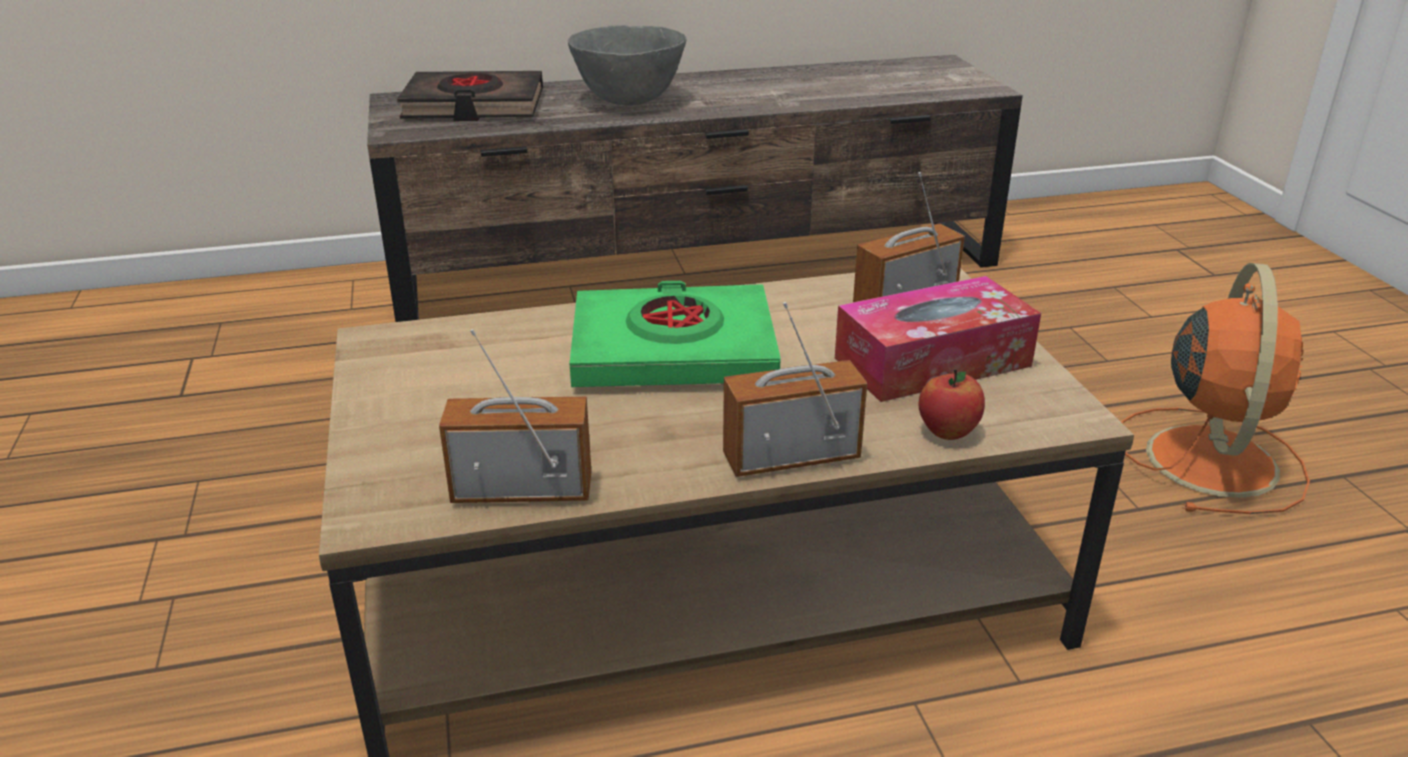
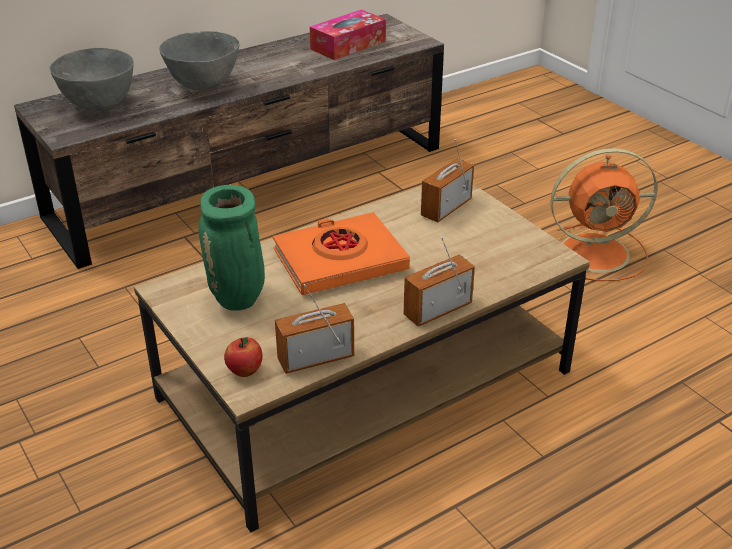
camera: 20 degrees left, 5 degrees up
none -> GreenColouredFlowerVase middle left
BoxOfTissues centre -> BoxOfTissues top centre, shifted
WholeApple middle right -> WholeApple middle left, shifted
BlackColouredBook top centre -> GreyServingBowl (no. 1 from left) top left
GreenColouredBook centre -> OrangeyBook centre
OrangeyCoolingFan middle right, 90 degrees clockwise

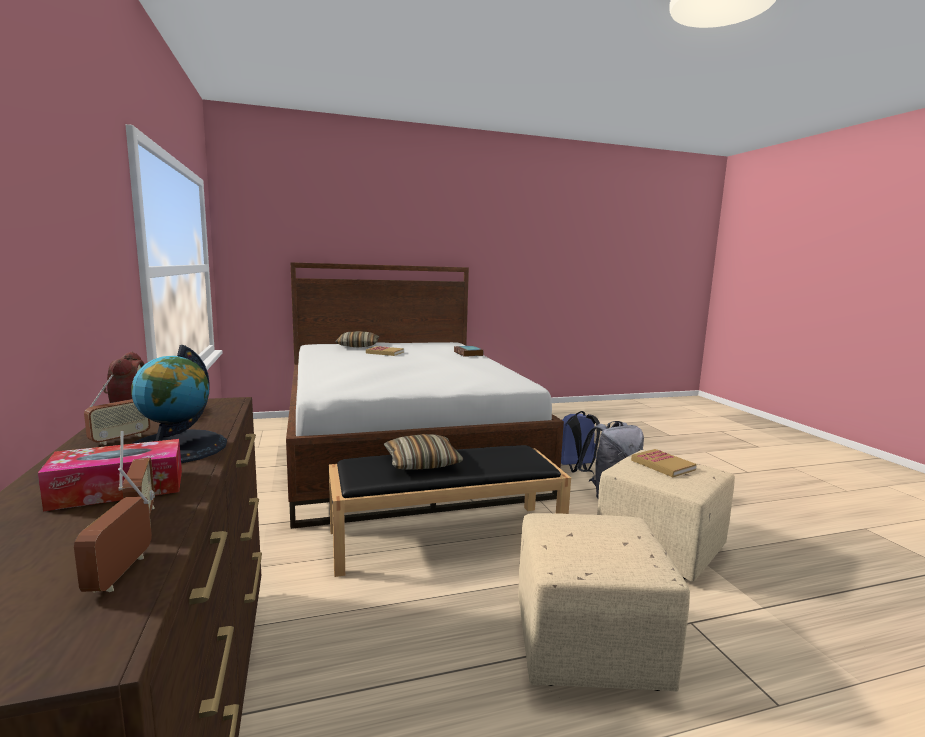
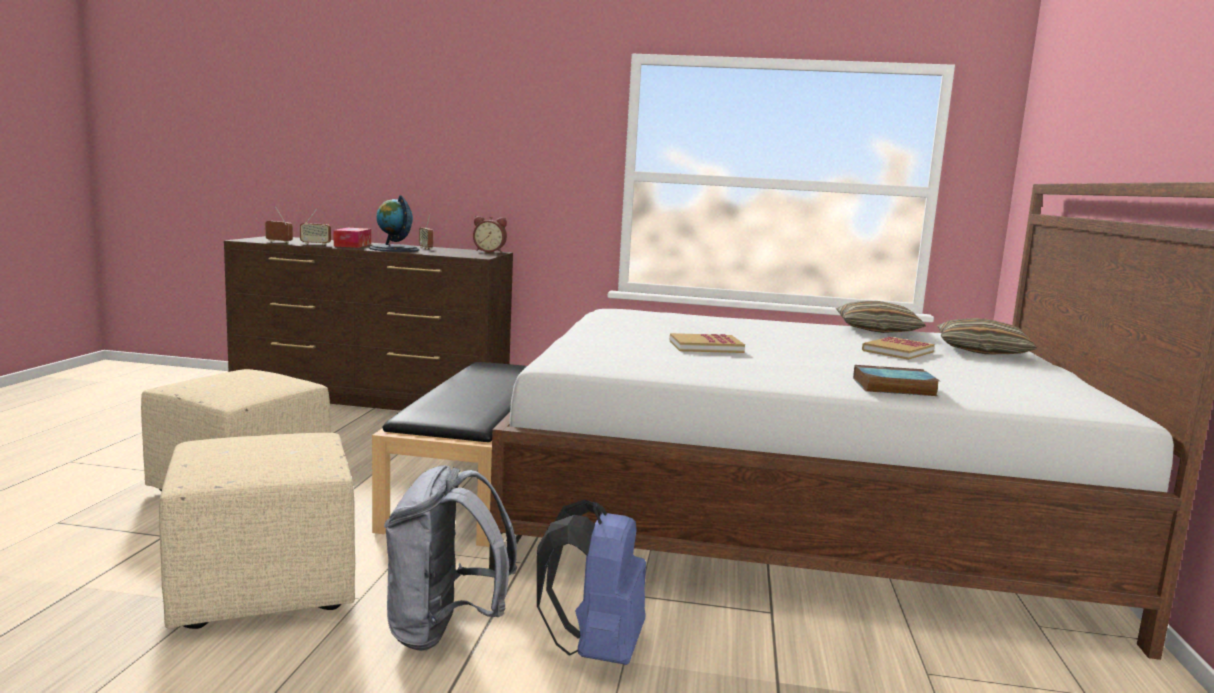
camera: 115 degrees right, 0 degrees up
ThrowPillow (no. 2 from left in the first image) centre -> ThrowPillow (no. 1 from left) middle right, shifted
Book (no. 3 from left in the first image) middle right -> Book (no. 1 from left) centre, shifted

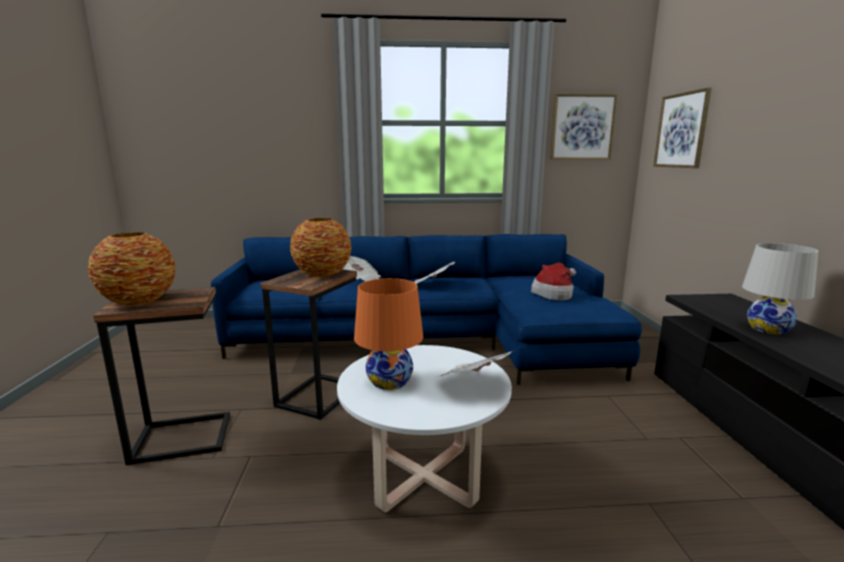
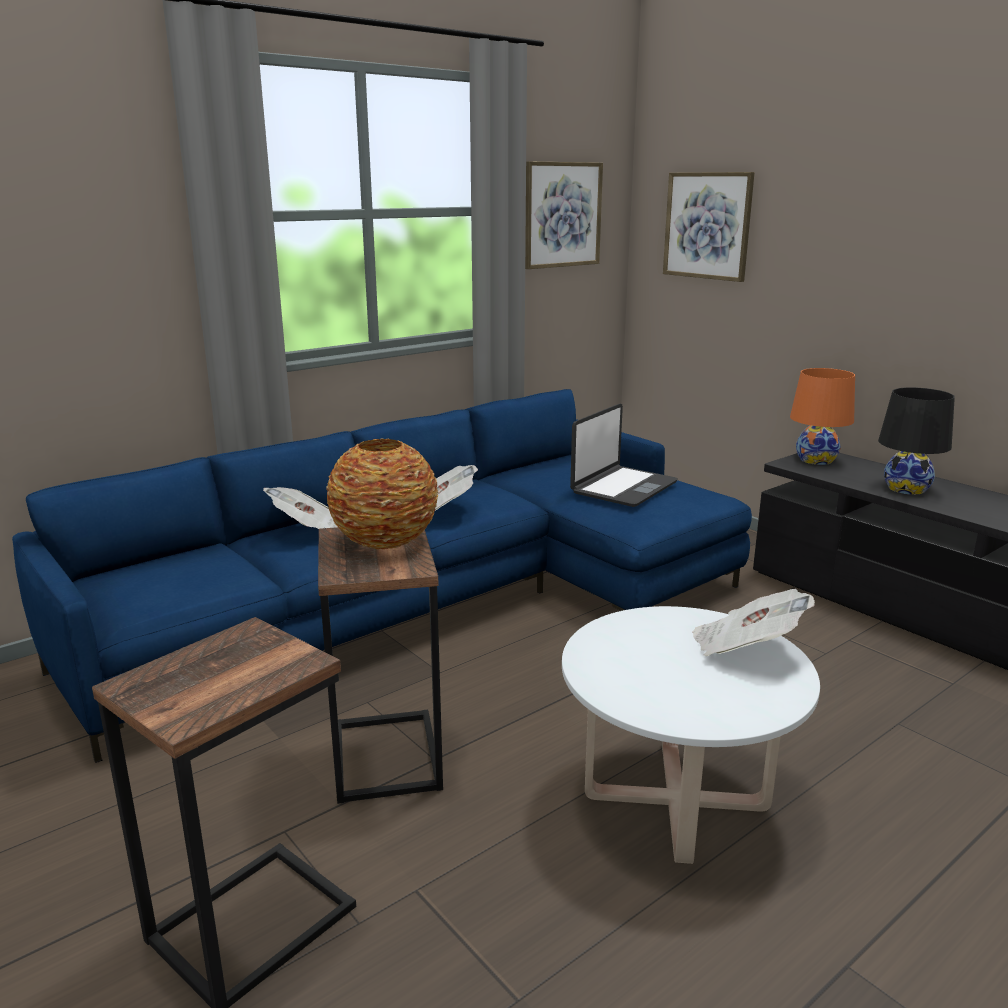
camera: 35 degrees left, 5 degrees up
FlowerVase (no. 1 from left) middle left -> none
OrangeyTabletopLamp centre -> OrangeyTabletopLamp middle right, shifted
WearableHat centre -> Laptop centre
WhitishTabletopLamp middle right -> BlackColouredTabletopLamp middle right

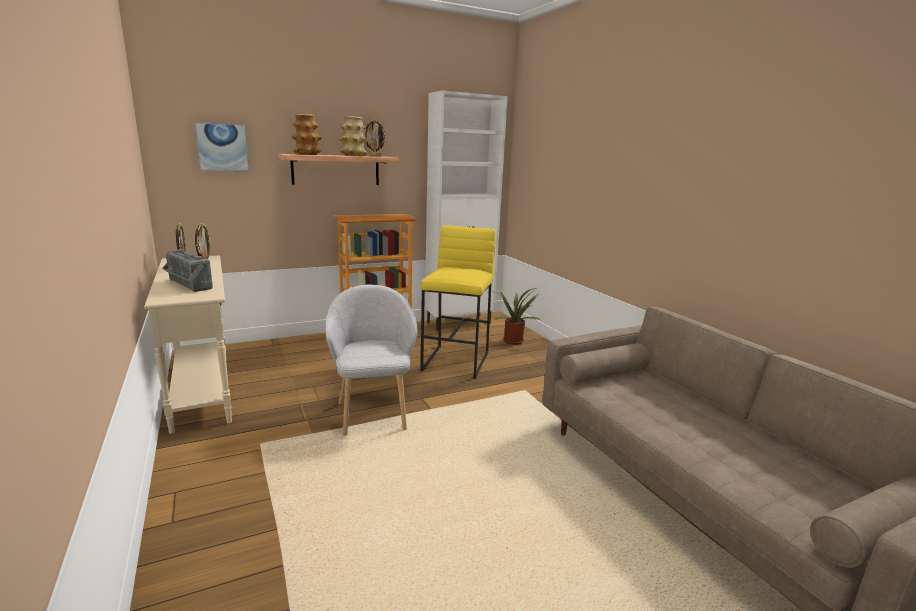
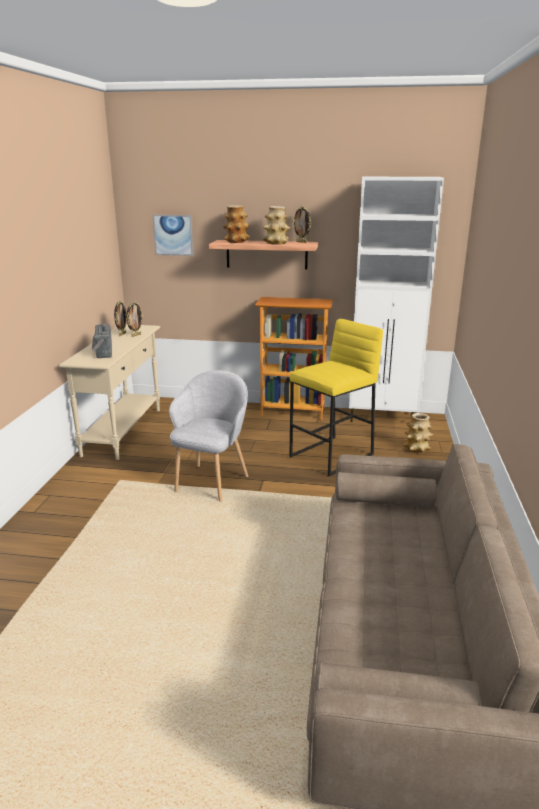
camera: 35 degrees right, 5 degrees up
PlantInAPot centre -> FlowerVase (no. 3 from left) middle right

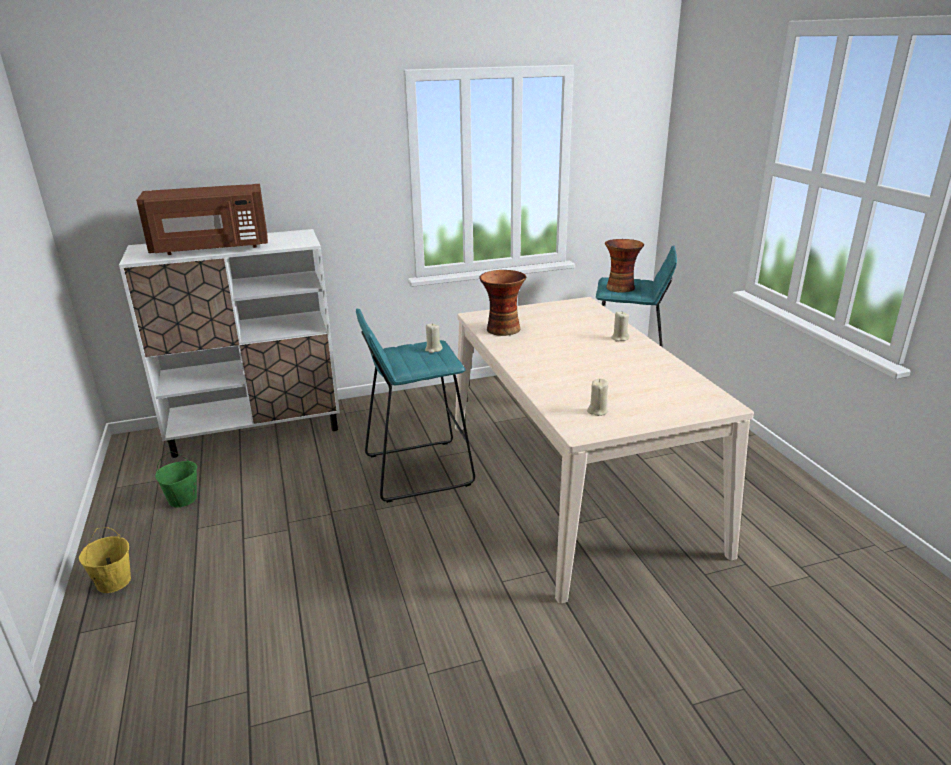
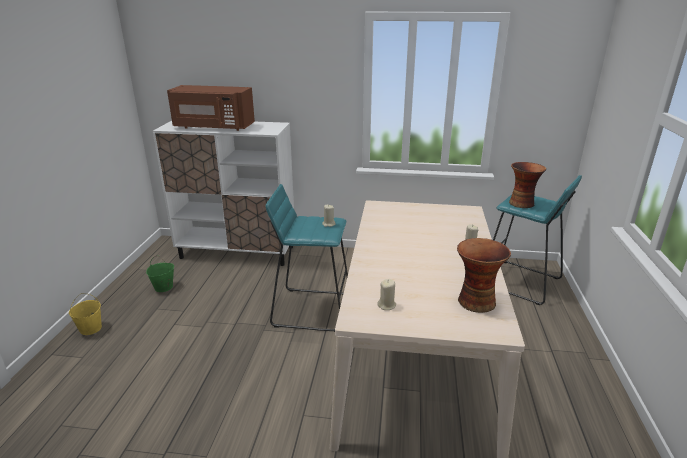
camera: 25 degrees right, 0 degrees up
FlowerVase (no. 1 from left) centre -> FlowerVase (no. 1 from left) middle right, shifted

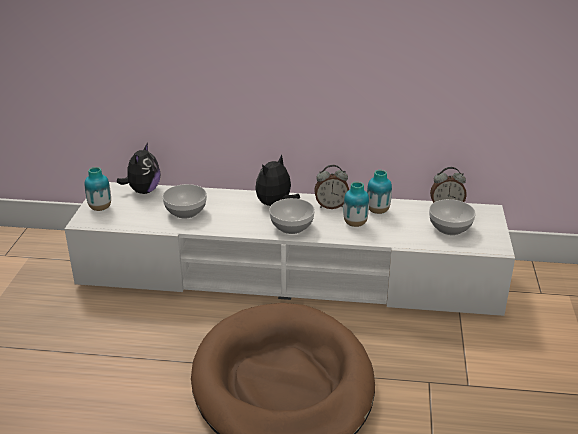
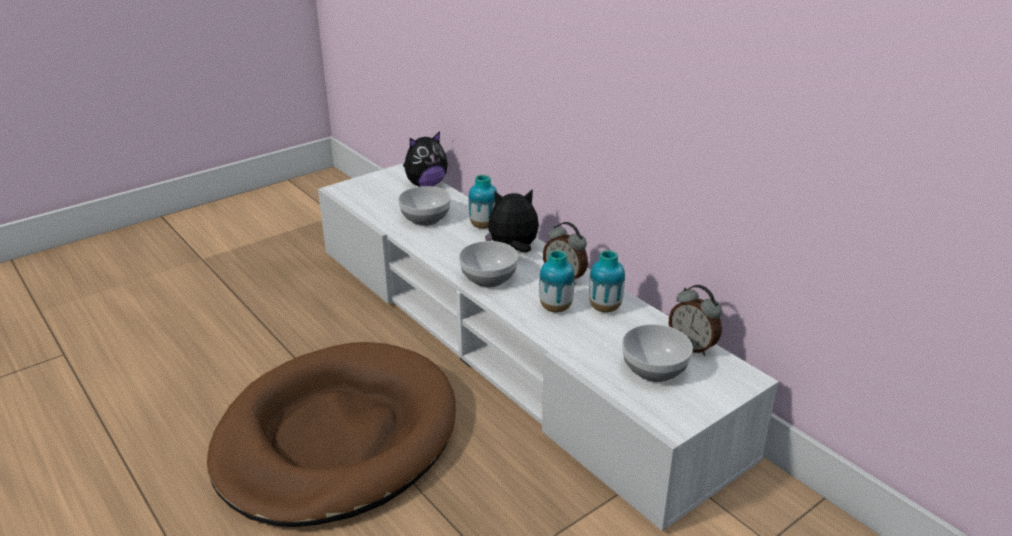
camera: 45 degrees right, 0 degrees up
FlowerVase (no. 1 from left) middle left -> FlowerVase (no. 1 from left) centre, shifted

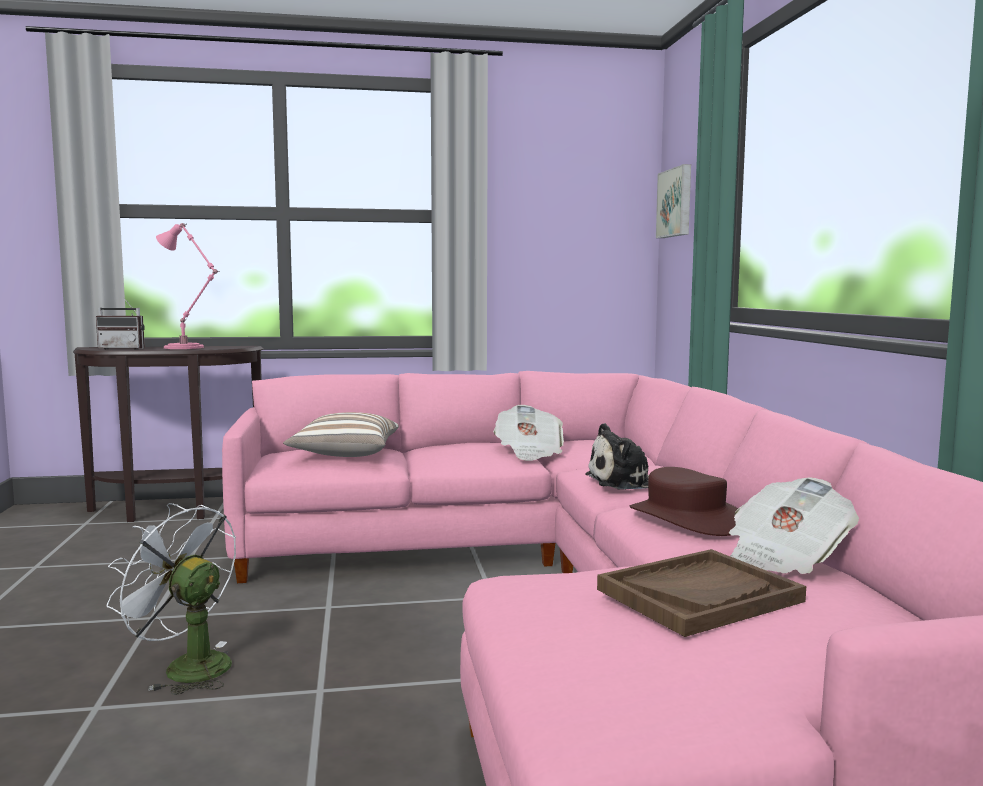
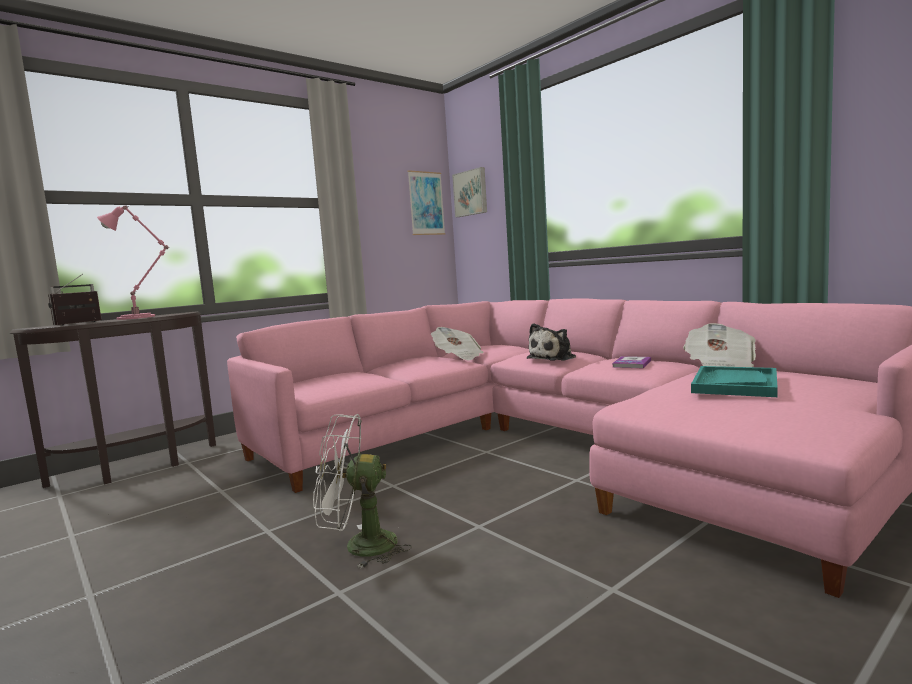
camera: 30 degrees left, 0 degrees up
ThrowPillow centre -> none
none -> WallPicture (no. 1 from left) top centre
BrownColouredWearableHat middle right -> Book middle right
BrownColouredServingTray bottom right -> TurquoiseColouredServingTray middle right
Radio middle left, 150 degrees clockwise

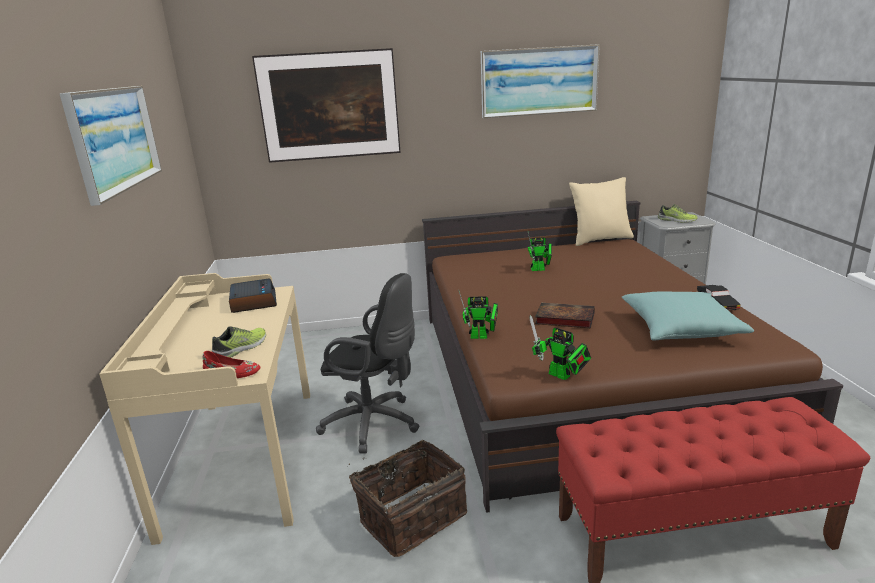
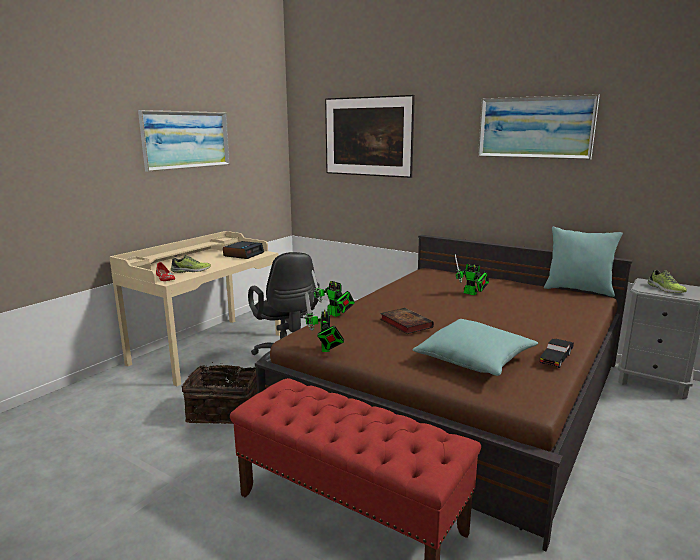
camera: 40 degrees right, 5 degrees down
SandColouredThrowPillow middle right -> TurquoiseColouredThrowPillow (no. 2 from left) middle right

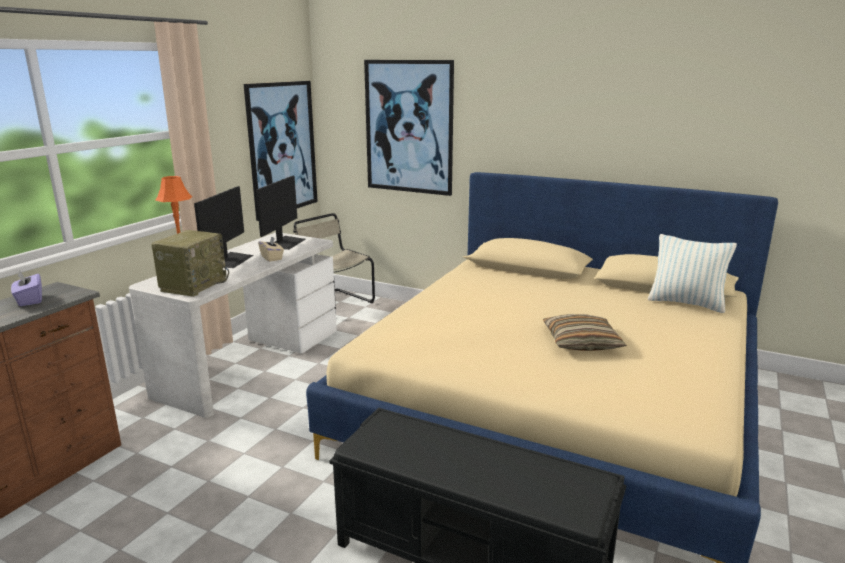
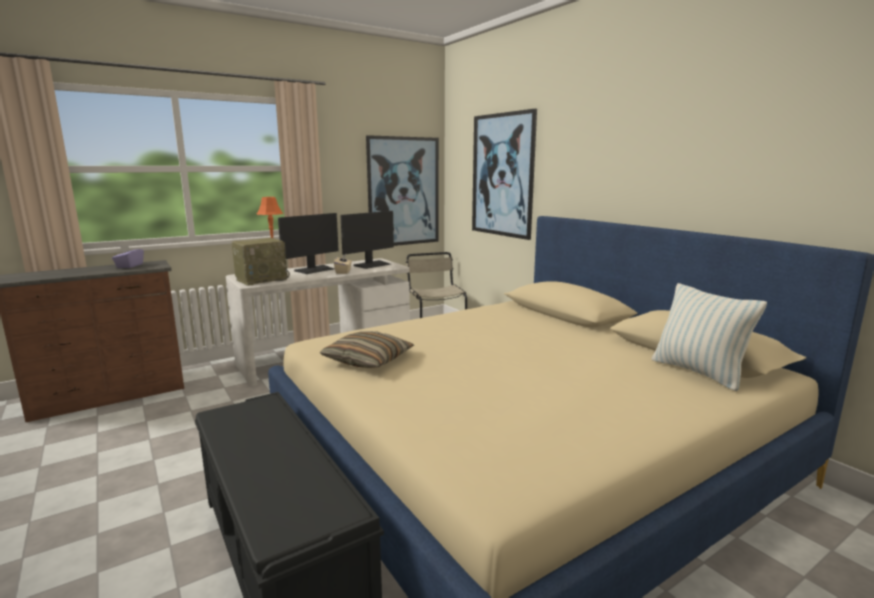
camera: 30 degrees right, 5 degrees down
ThrowPillow (no. 1 from left) middle right -> ThrowPillow (no. 1 from left) centre, shifted

